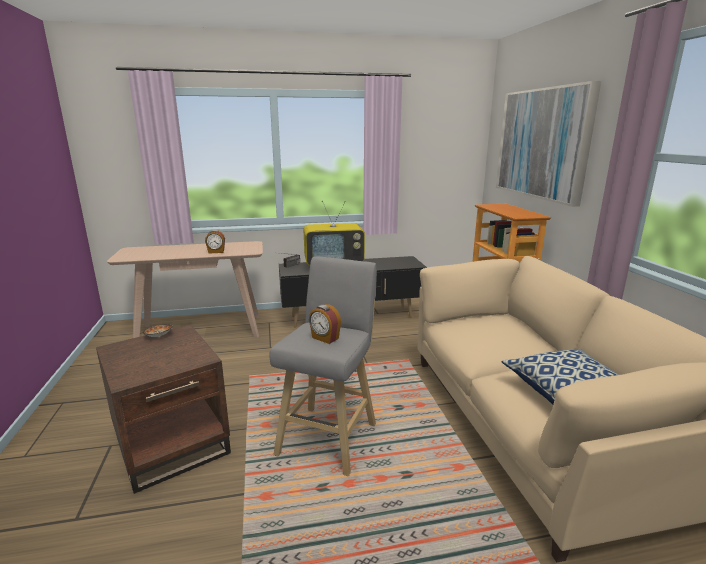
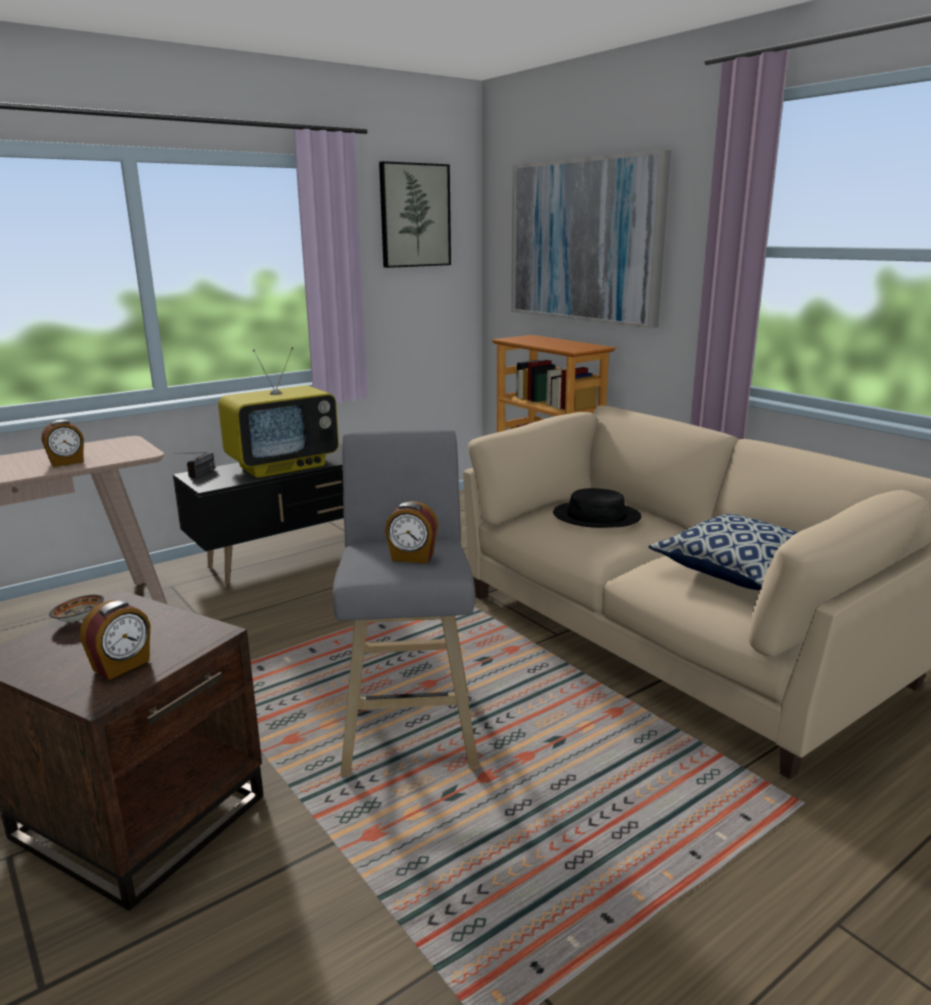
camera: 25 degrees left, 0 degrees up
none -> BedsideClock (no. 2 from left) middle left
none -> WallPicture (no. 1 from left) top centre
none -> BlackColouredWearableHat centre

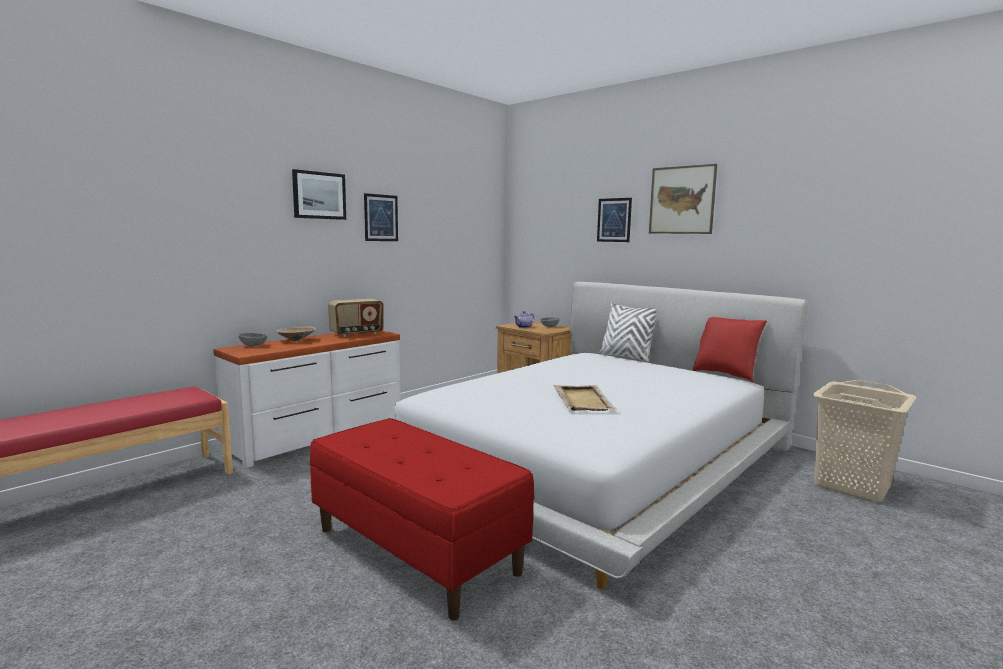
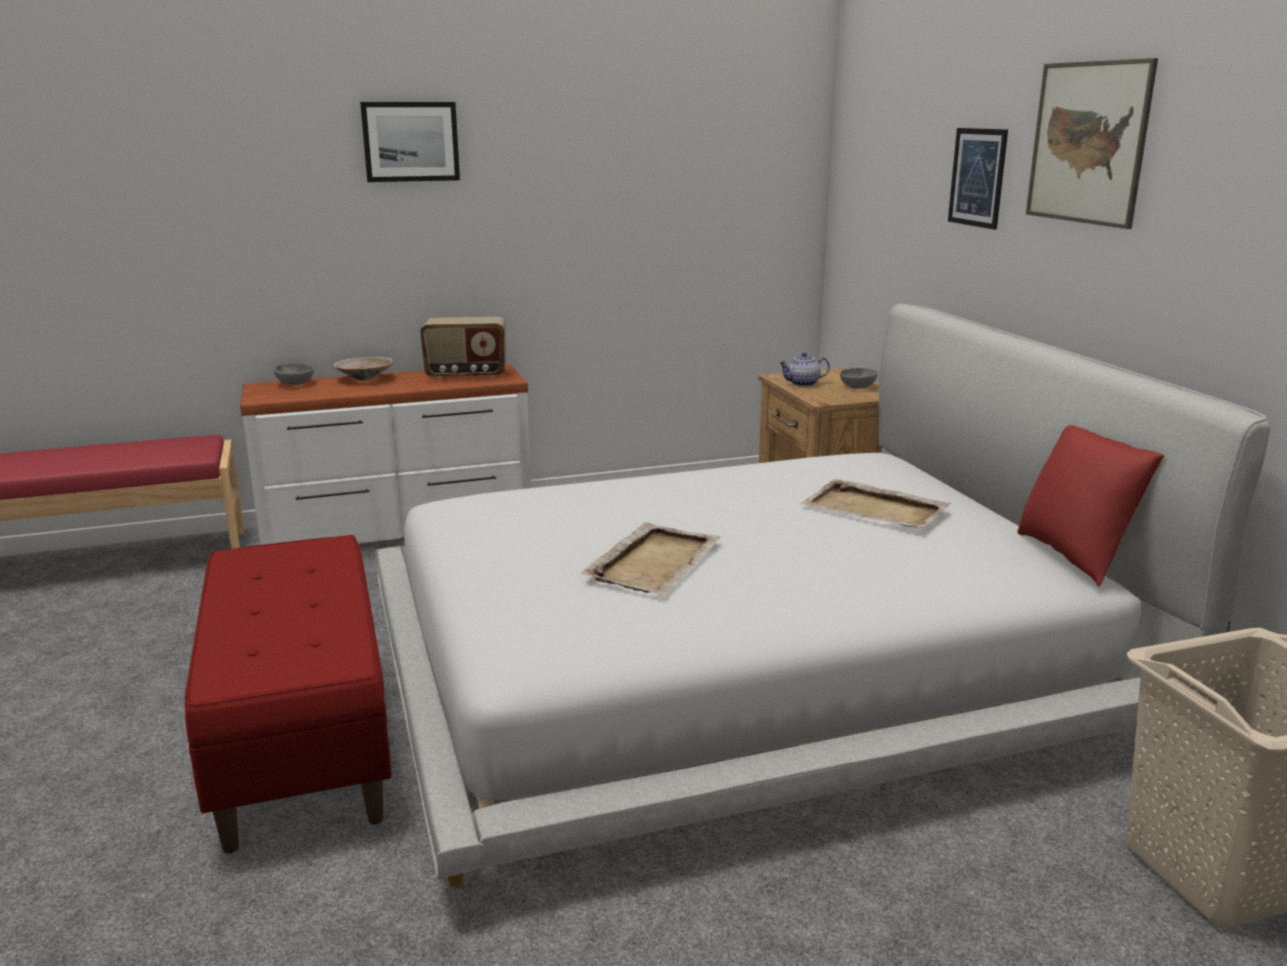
camera: 30 degrees right, 10 degrees up
WallPicture (no. 2 from left) top centre -> none
WhitishThrowPillow centre -> none
none -> SandColouredServingTray (no. 2 from left) middle right

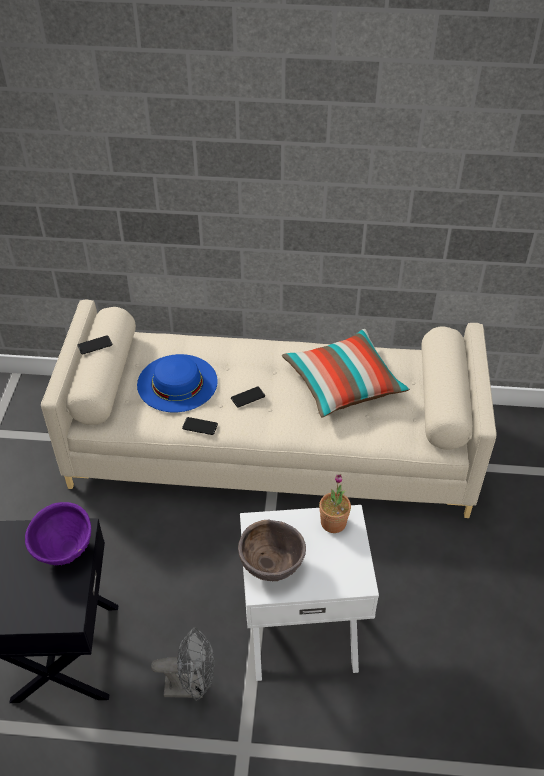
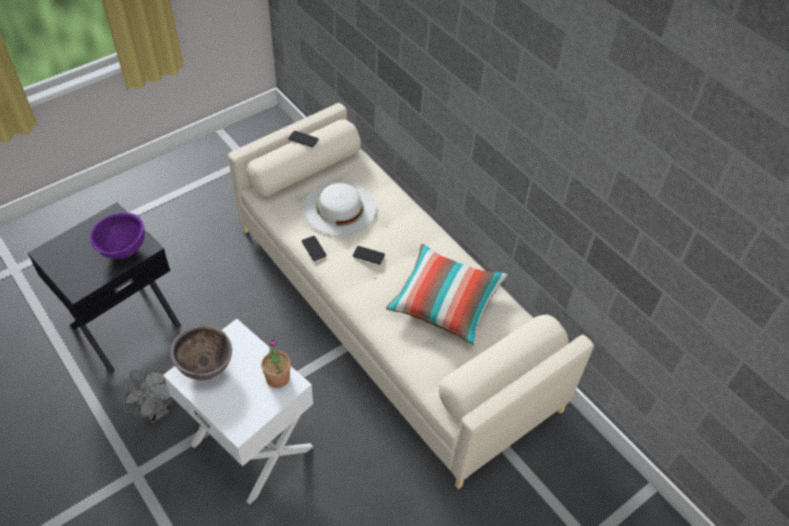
camera: 45 degrees right, 5 degrees up
BlueWearableHat middle left -> WhitishWearableHat centre

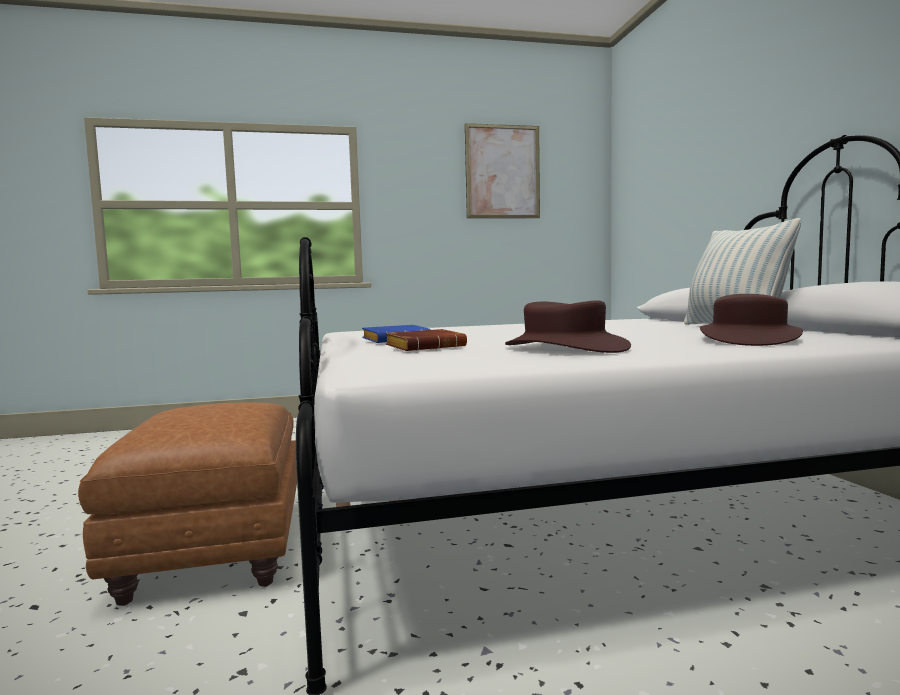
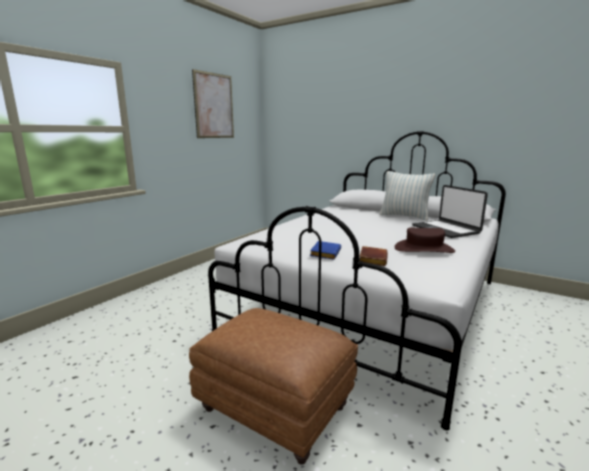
camera: 45 degrees left, 10 degrees up
BrownColouredWearableHat (no. 2 from left) middle right -> Laptop middle right

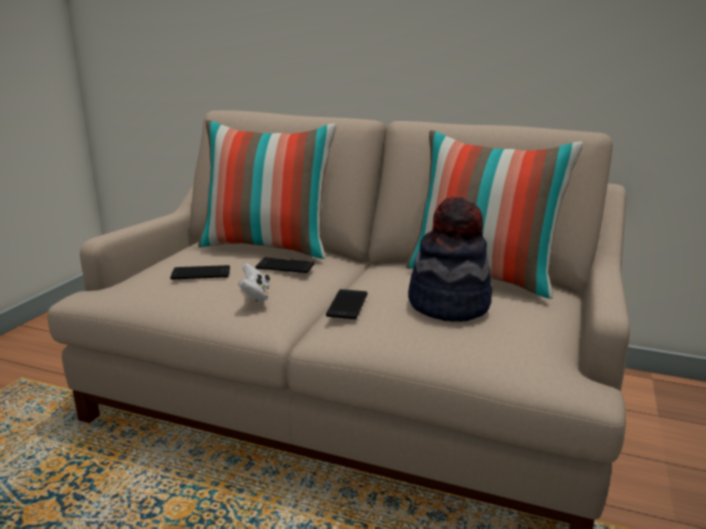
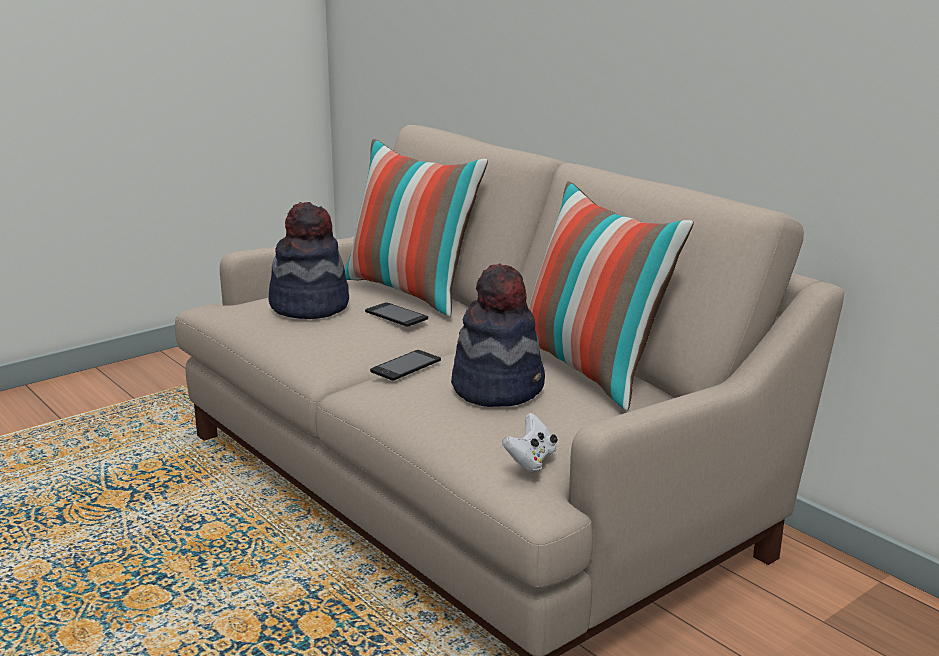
camera: 30 degrees right, 0 degrees up
WhitishJoypad centre -> WhitishJoypad bottom centre, shifted
Handset (no. 1 from left) middle left -> WearableHat (no. 1 from left) middle left

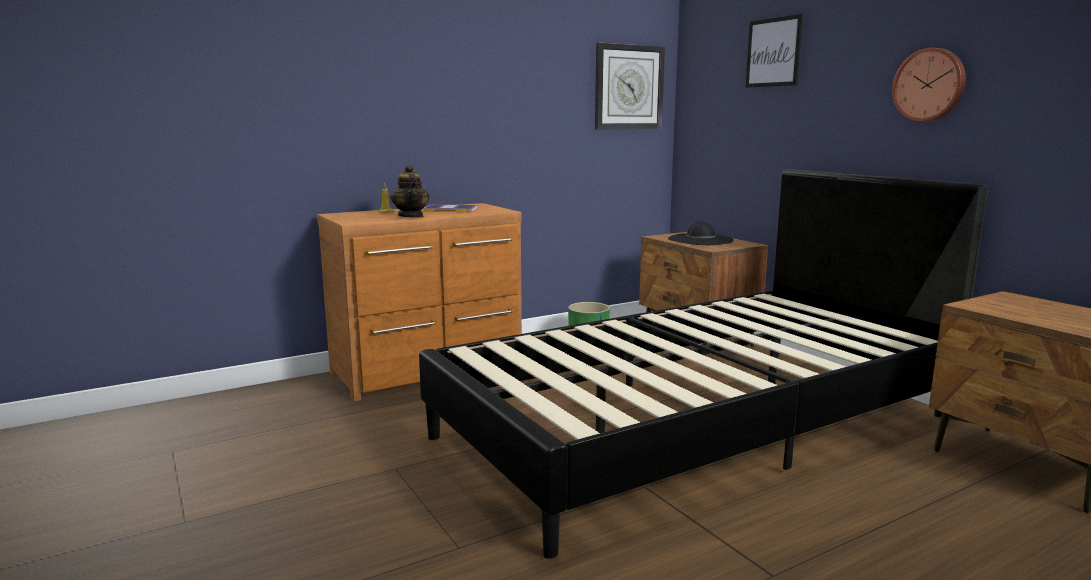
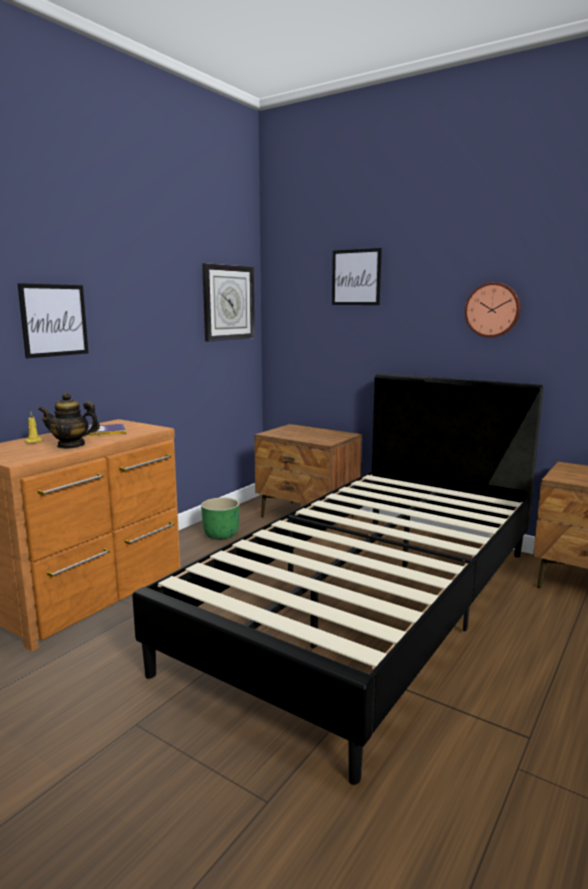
camera: 25 degrees left, 0 degrees up
BlackColouredWearableHat centre -> none
none -> WallPicture (no. 1 from left) middle left
Teapot top centre -> Teapot middle left, 135 degrees clockwise

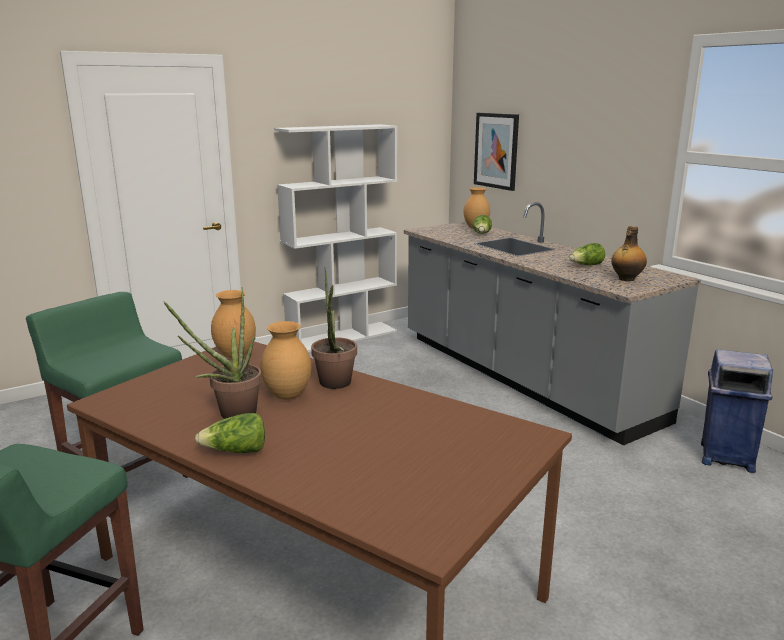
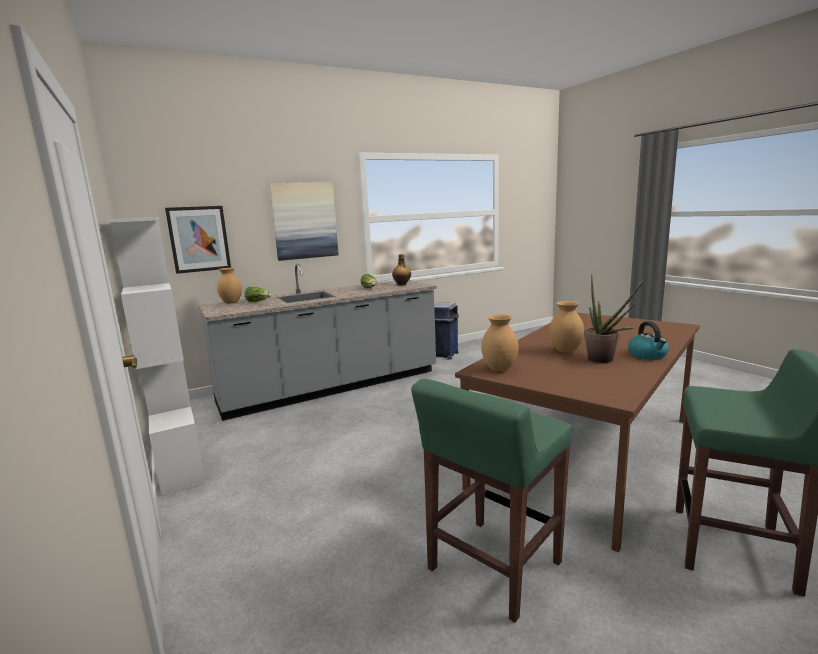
camera: 85 degrees left, 5 degrees down
PlantInAPot (no. 2 from left) centre -> none
none -> WallPicture (no. 2 from left) centre
LettuceHead (no. 1 from left) bottom left -> Kettle middle right

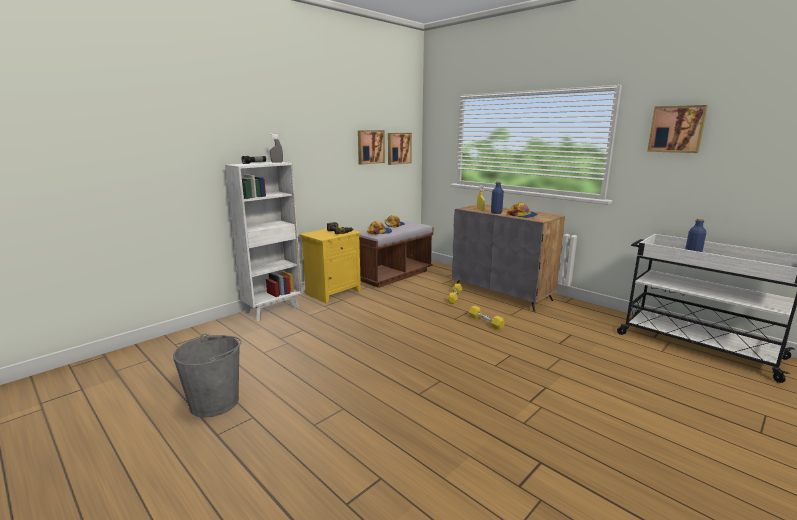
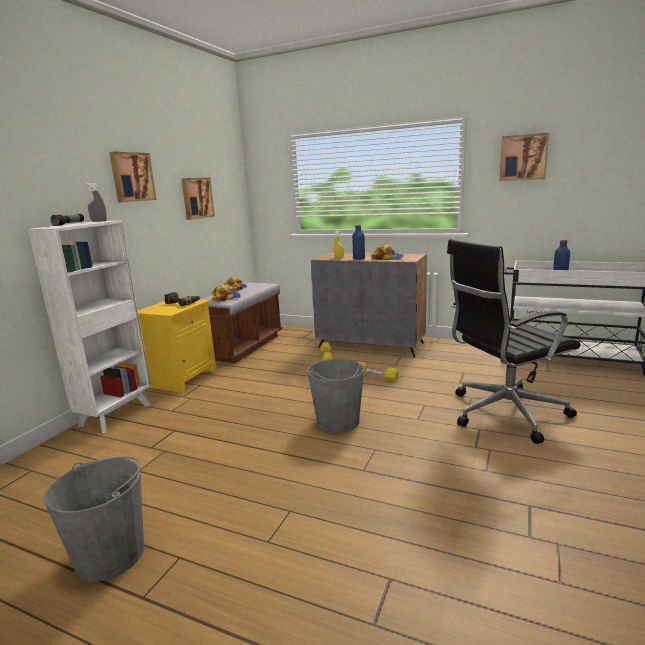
camera: 20 degrees left, 0 degrees up
none -> GreyBucket (no. 2 from left) centre
none -> BlackColouredOfficeChair middle right
WallPicture (no. 2 from left in the first image) top centre -> WallPicture (no. 1 from left) top left, shifted

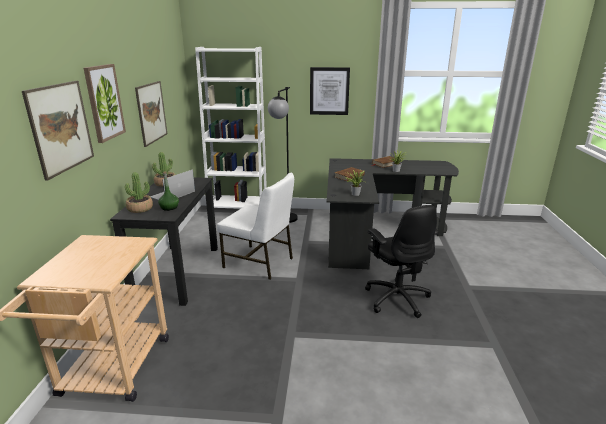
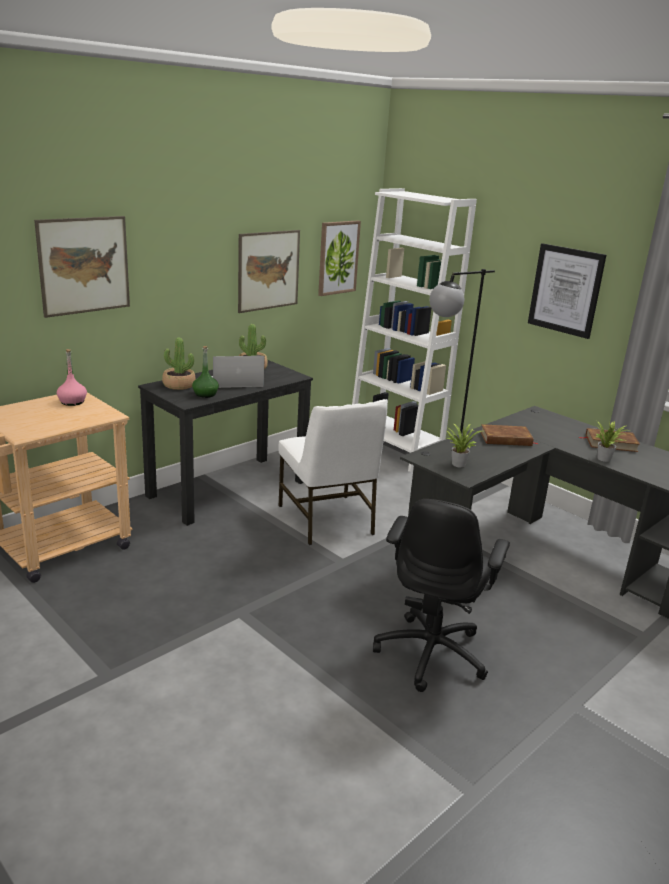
camera: 40 degrees right, 0 degrees up
none -> PinkBottle middle left
WallPicture (no. 2 from left in the first image) top left -> WallPicture (no. 3 from left) top centre, shifted

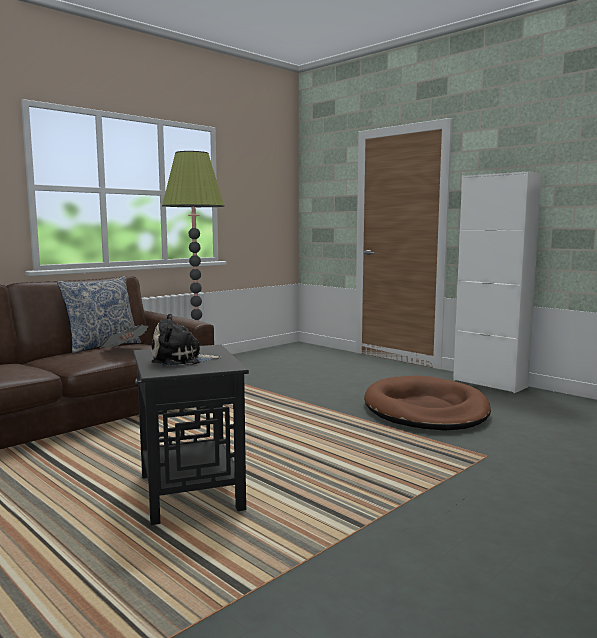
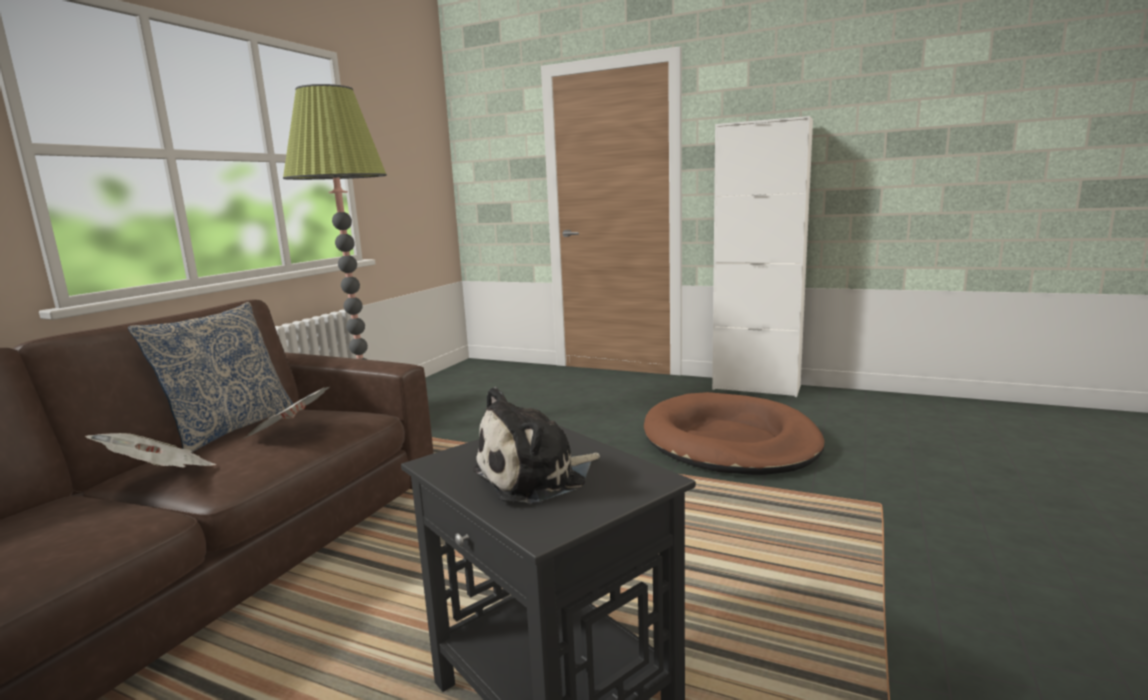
camera: 20 degrees left, 5 degrees up
none -> DailyPaper (no. 1 from left) middle left

